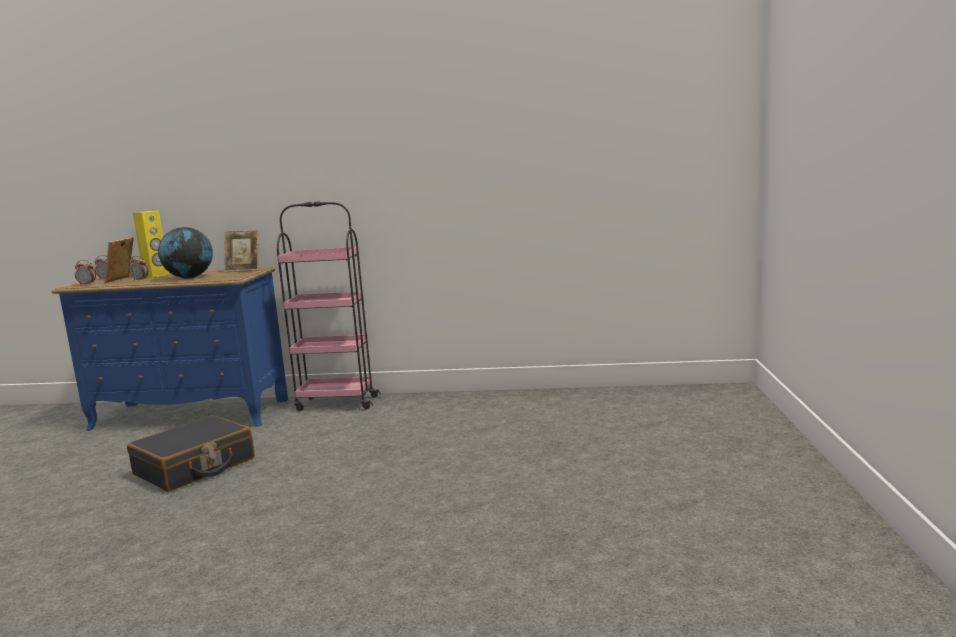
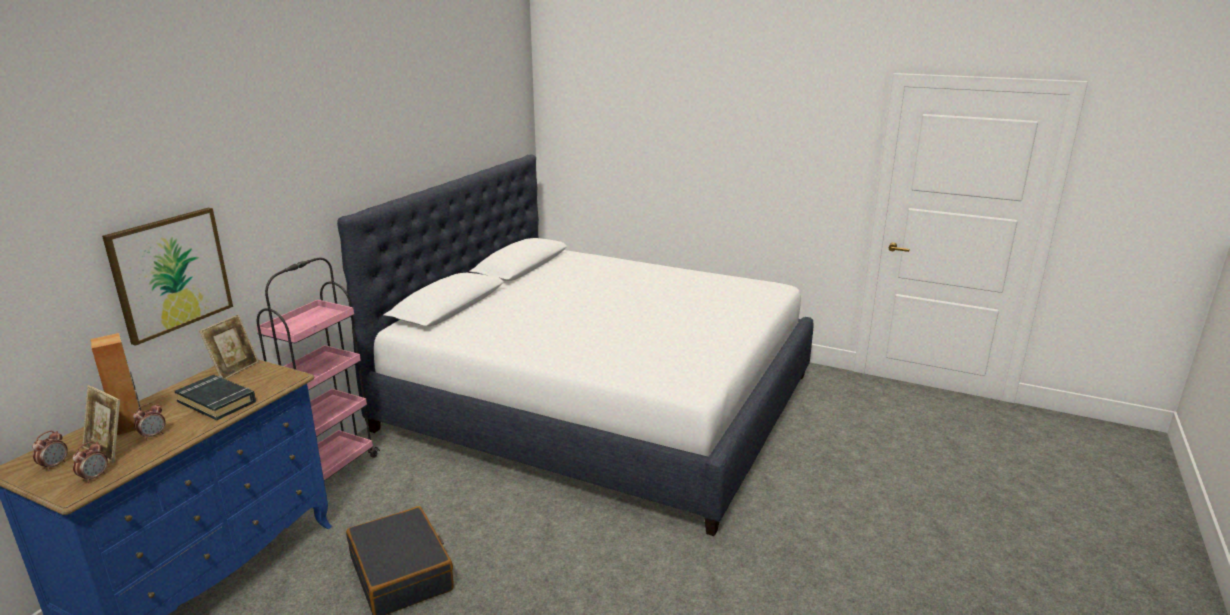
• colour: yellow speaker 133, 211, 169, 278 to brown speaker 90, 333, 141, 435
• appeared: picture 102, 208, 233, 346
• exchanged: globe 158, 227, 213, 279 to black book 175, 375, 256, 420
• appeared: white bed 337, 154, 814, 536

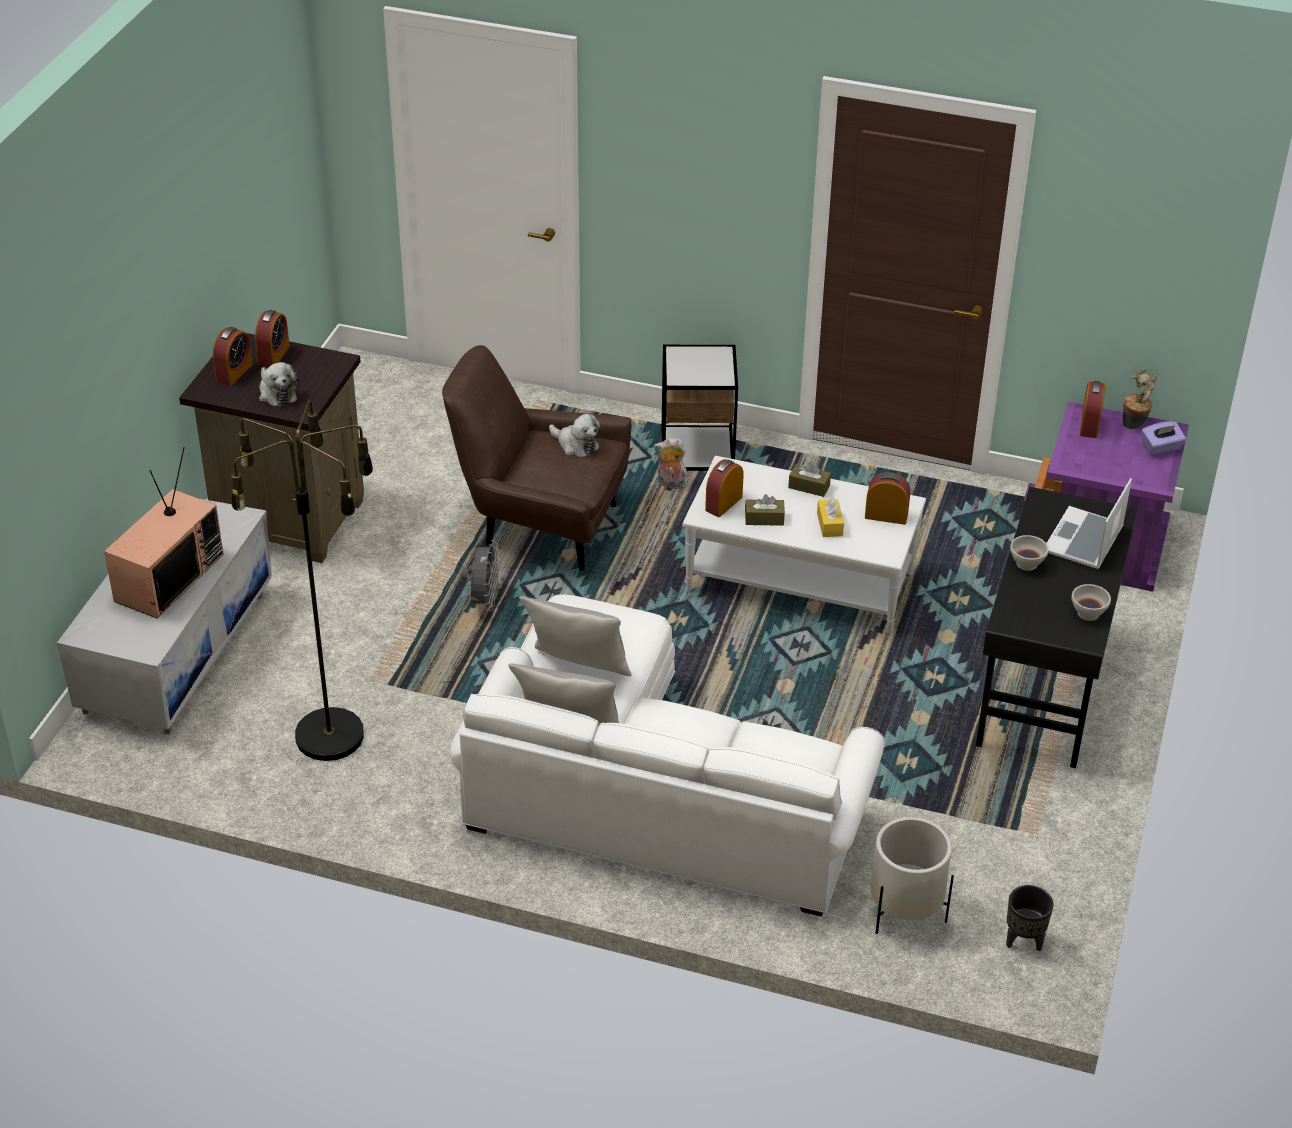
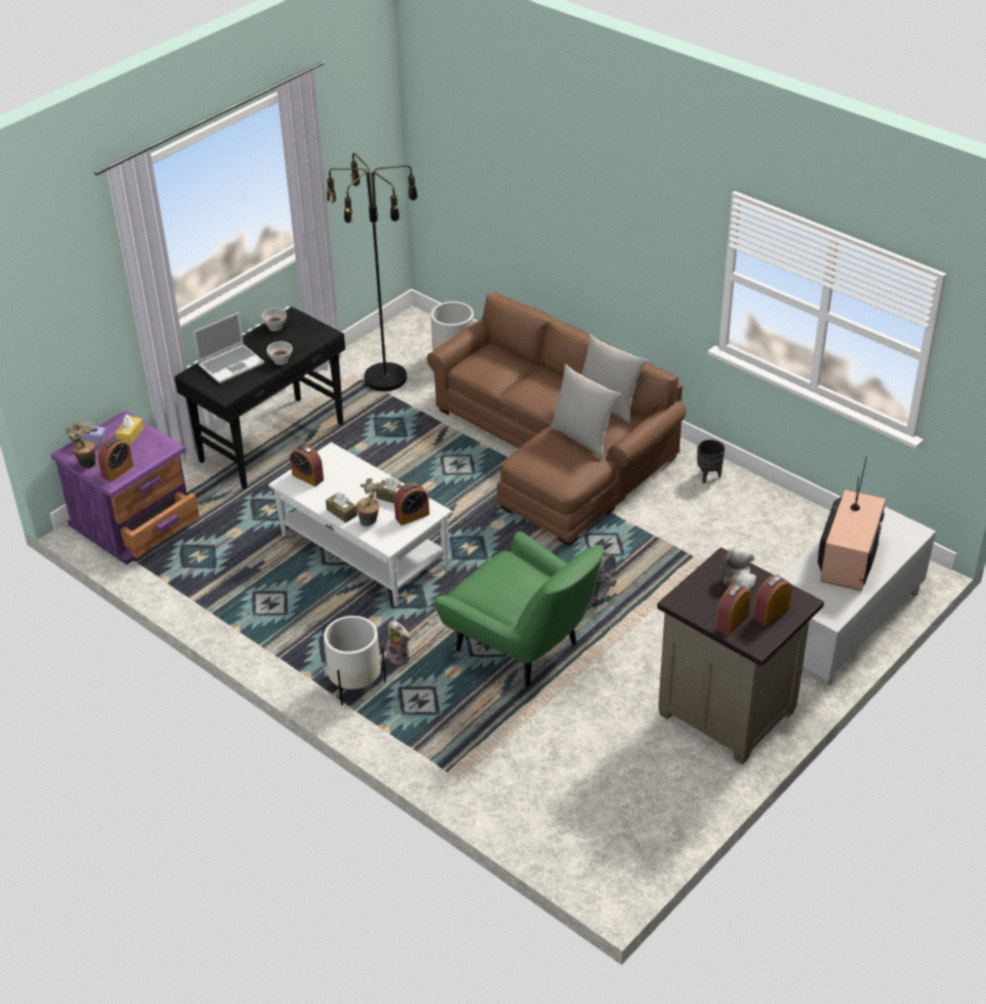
• relocated: yellow tissue box 817, 497, 844, 537 to 115, 415, 144, 445
• exchanged: side table 662, 345, 738, 471 to white planter 324, 616, 386, 706
• relocated: floor lamp 231, 400, 373, 761 to 327, 153, 417, 391
• appeared: potted plant 356, 478, 379, 526
• colour: white sofa 450, 594, 885, 916 to brown sofa 427, 292, 686, 546
• colour: brown armchair 442, 345, 631, 571 to green armchair 434, 531, 604, 687
• relocated: black planter 1006, 885, 1053, 952 to 697, 440, 725, 484
• spun: television 104, 447, 223, 618 = 818, 457, 886, 591 150 degrees clockwise
• missing: plush toy 549, 414, 600, 457

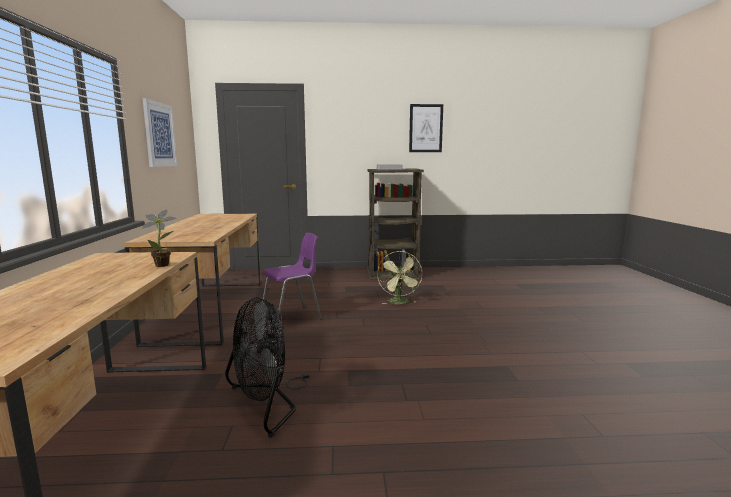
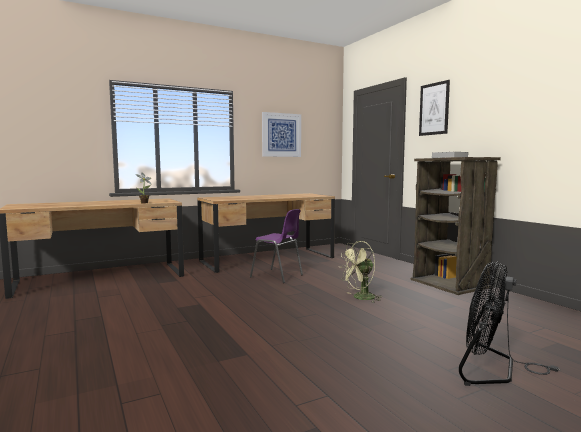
• relocated: picture 409, 104, 443, 152 to 419, 80, 450, 136
• relocated: black fan 225, 297, 311, 438 to 459, 261, 561, 386

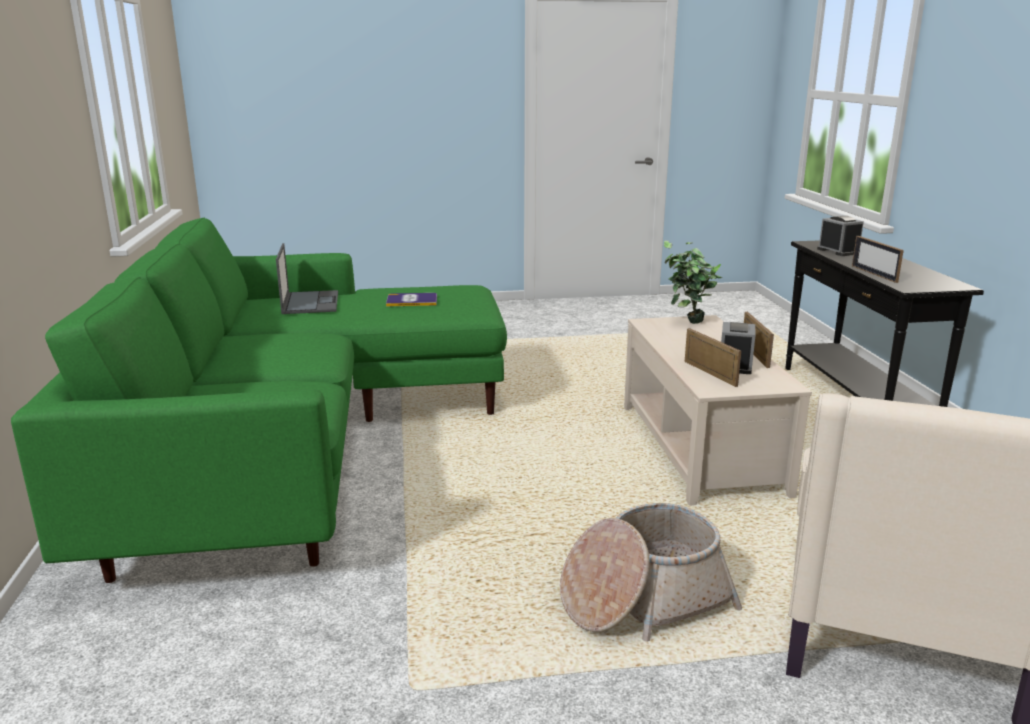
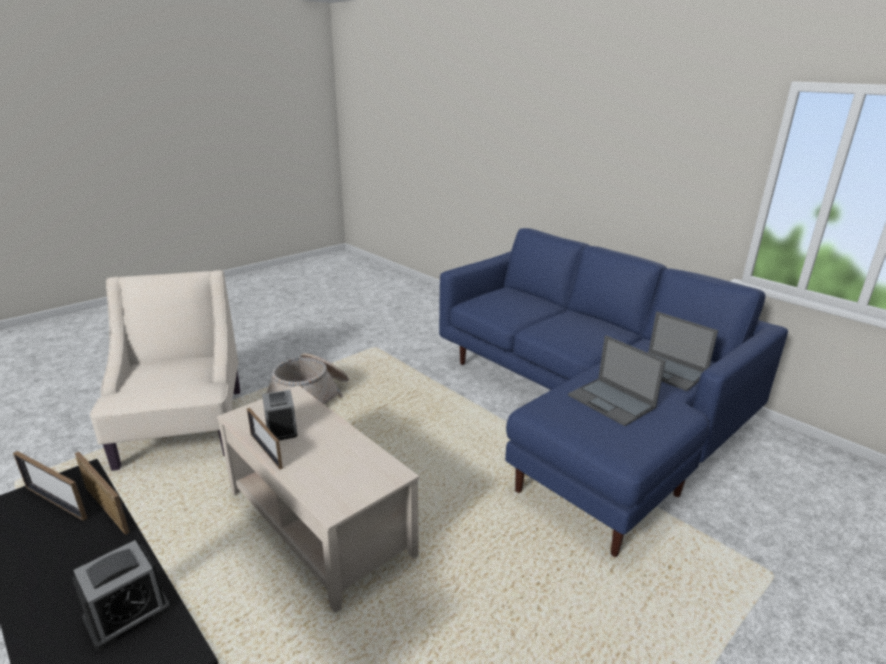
• relocated: picture frame 685, 328, 742, 387 to 13, 451, 87, 521
• spun: alarm clock 817, 216, 864, 256 = 72, 540, 171, 650 75 degrees counterclockwise
• colour: green sofa 11, 218, 507, 583 to blue sofa 439, 228, 788, 557
• exchanged: book 386, 293, 437, 306 to laptop 568, 335, 666, 426
• missing: potted plant 664, 241, 722, 324

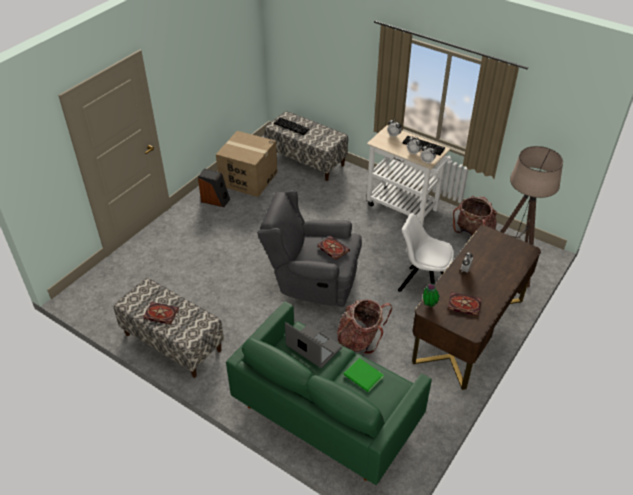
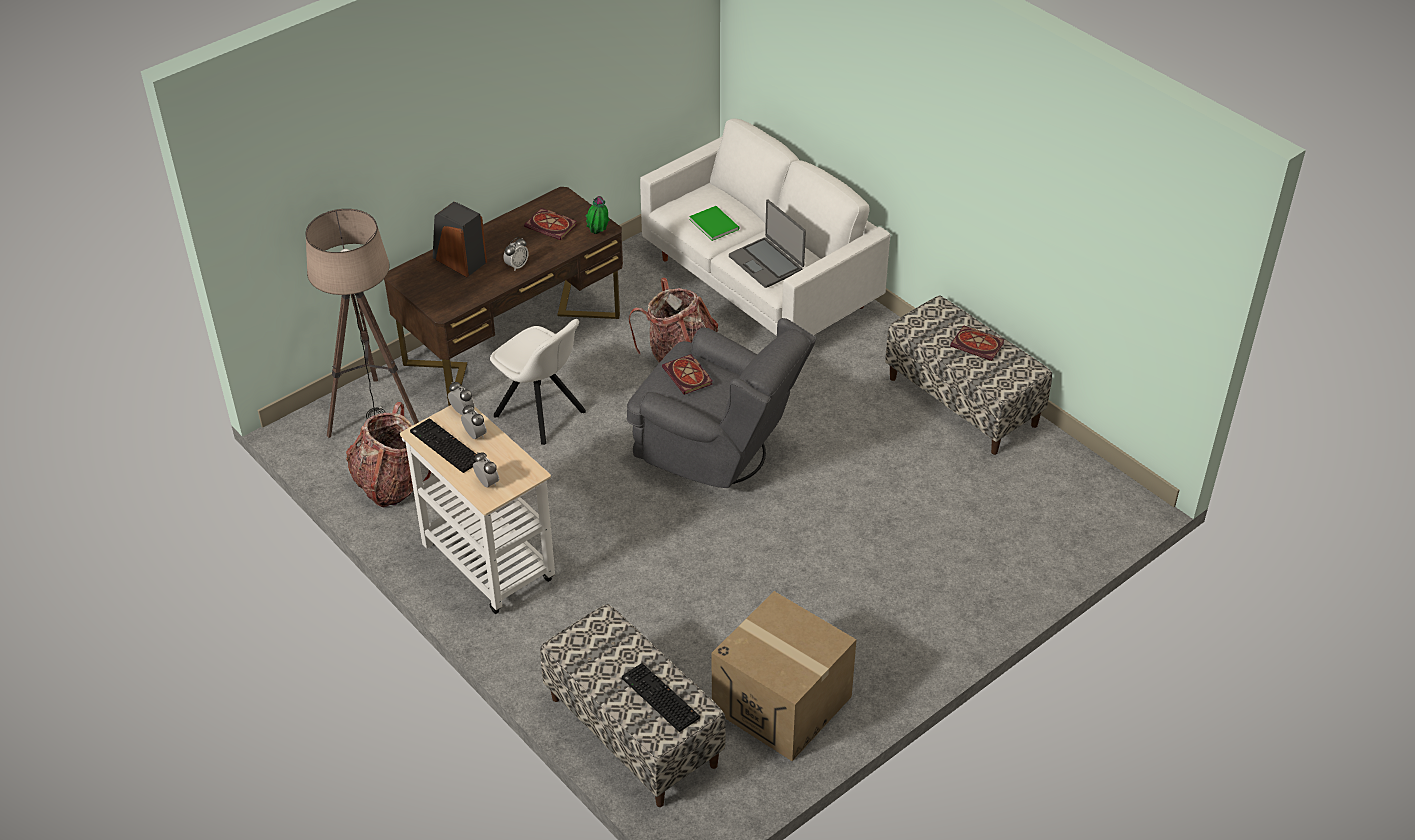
• relocated: speaker 198, 168, 230, 207 to 433, 202, 487, 277
• colour: green sofa 226, 301, 432, 485 to white sofa 640, 119, 890, 336

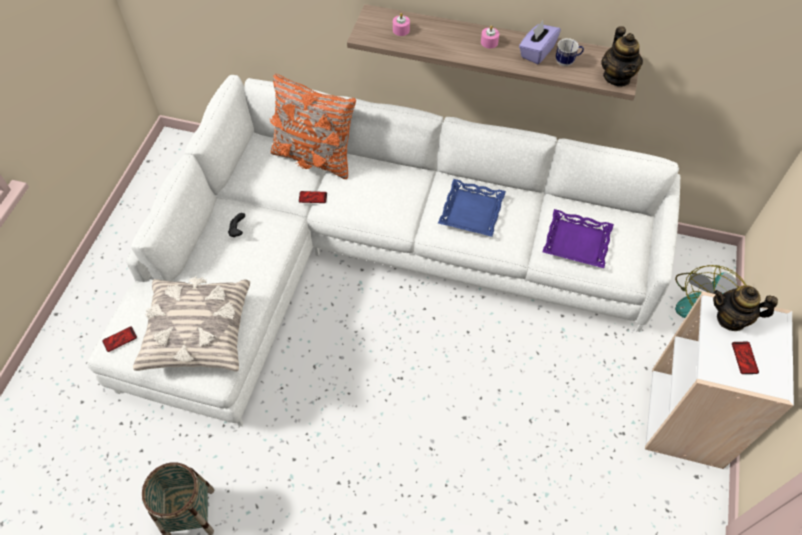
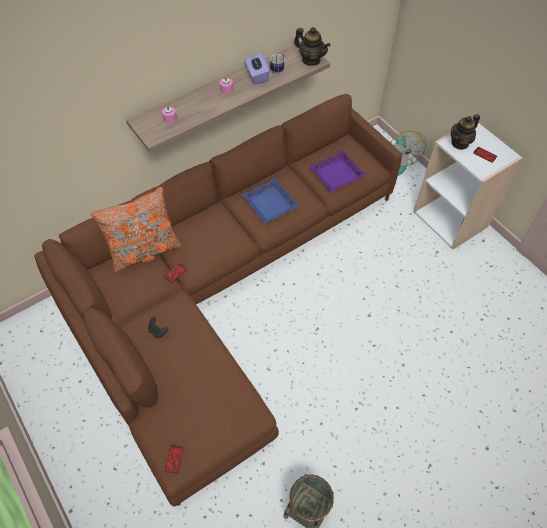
• colour: white sofa 88, 75, 680, 427 to brown sofa 34, 94, 402, 507
• missing: beige pillow 133, 276, 250, 372

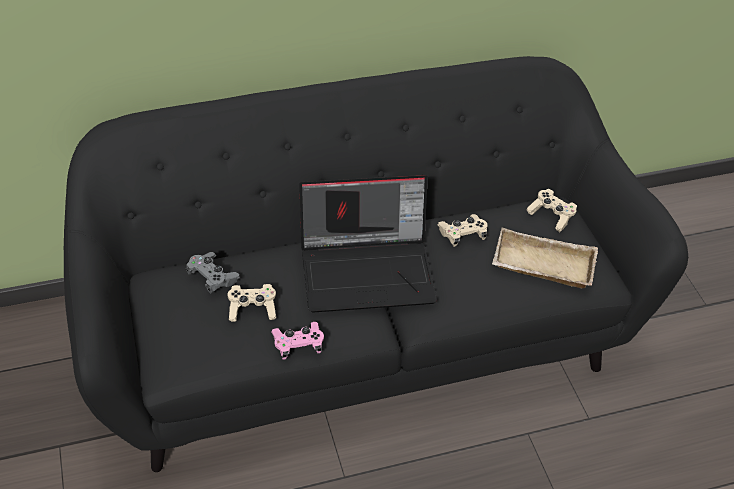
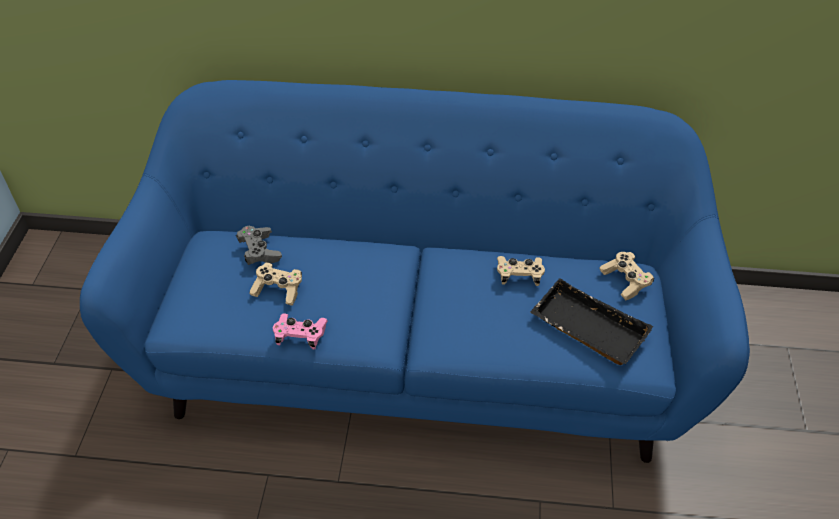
• colour: black sofa 64, 56, 688, 472 to blue sofa 80, 80, 750, 463
• colour: beige tray 492, 227, 598, 288 to black tray 530, 278, 653, 365
• missing: laptop 299, 175, 437, 313

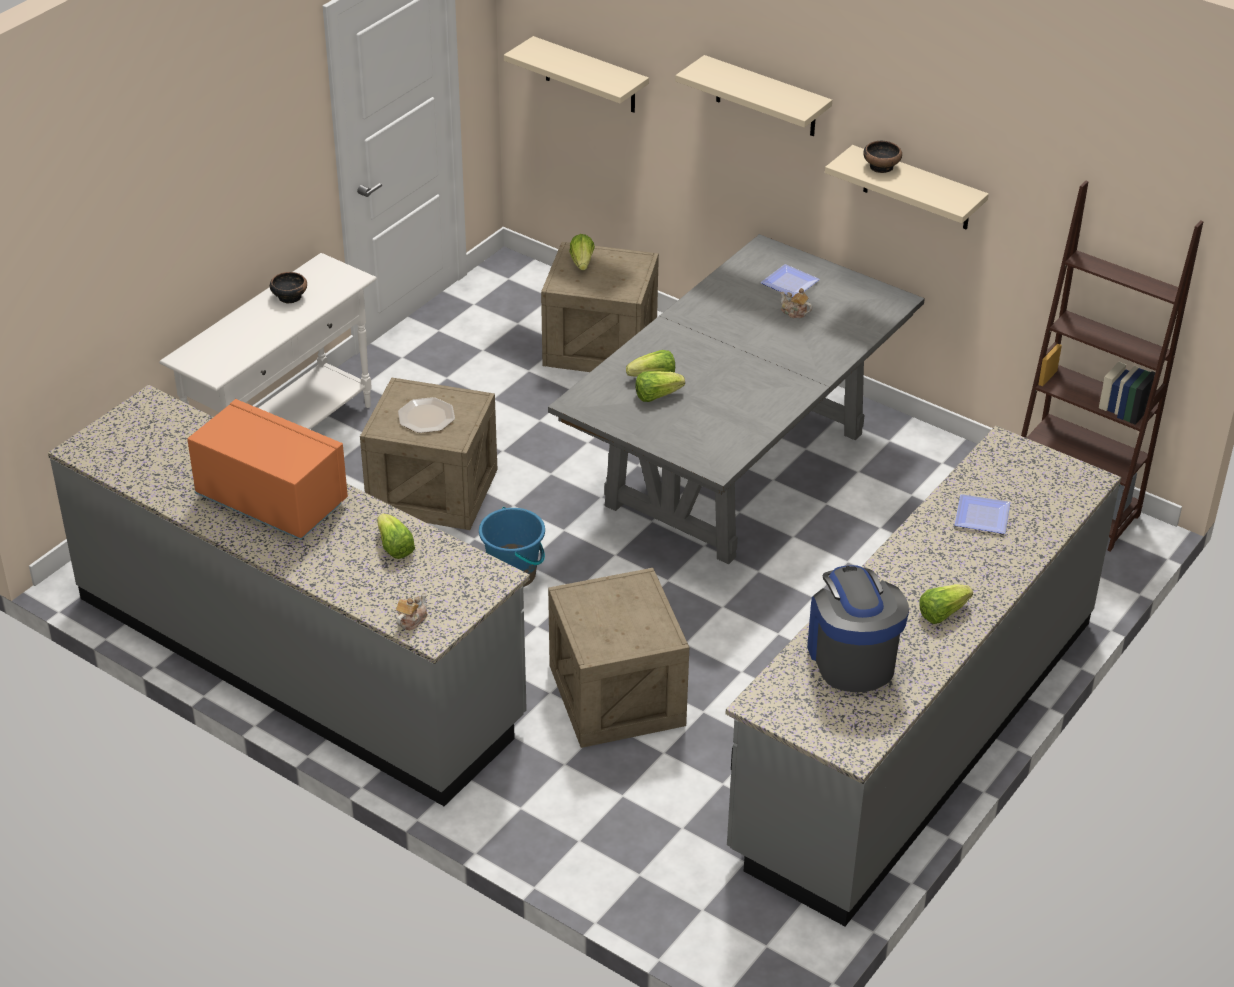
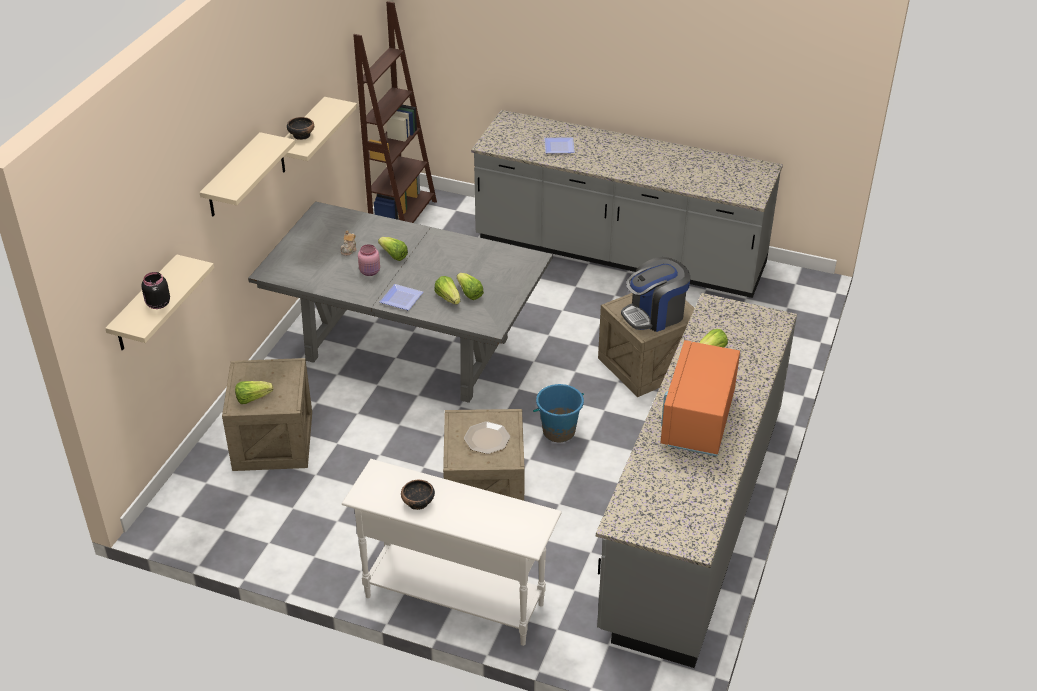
• appeared: black jar 141, 272, 170, 309
• appeared: pink jar 358, 244, 380, 276
• relocated: lettuce 919, 584, 973, 624 to 378, 237, 408, 261
• relocated: plate 761, 264, 820, 297 to 380, 284, 423, 310
• relocated: coffee machine 807, 565, 909, 692 to 621, 257, 690, 332
• missing: teapot 396, 593, 427, 630

